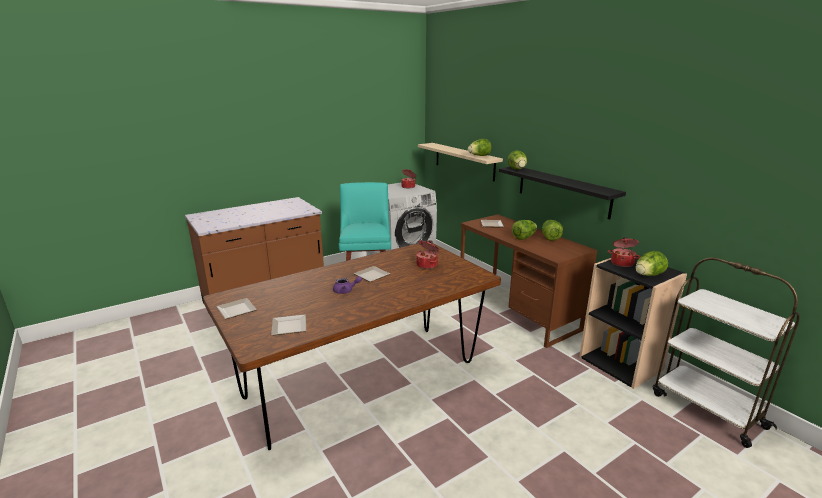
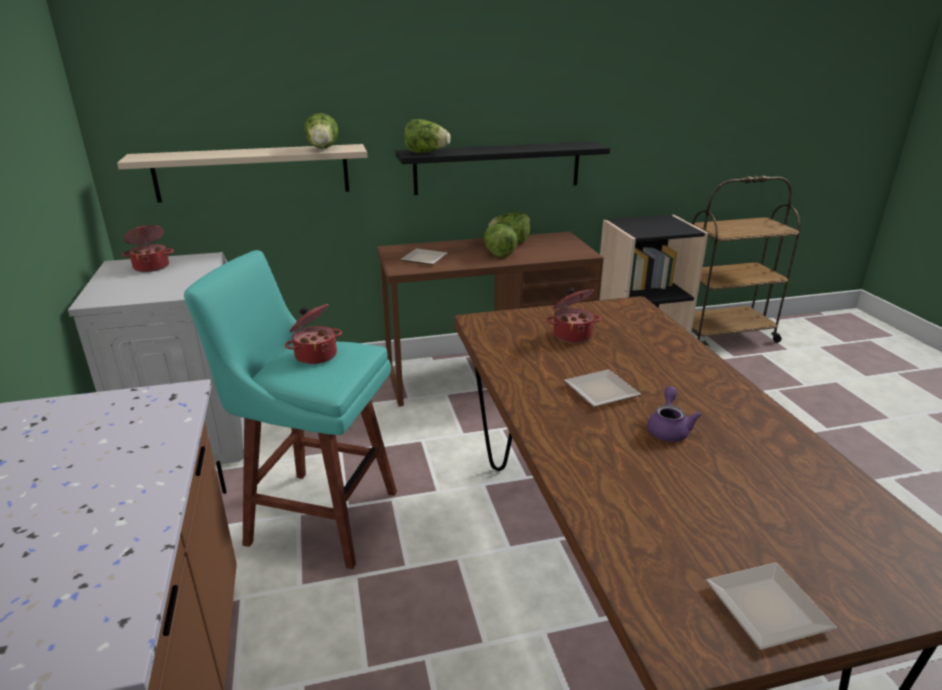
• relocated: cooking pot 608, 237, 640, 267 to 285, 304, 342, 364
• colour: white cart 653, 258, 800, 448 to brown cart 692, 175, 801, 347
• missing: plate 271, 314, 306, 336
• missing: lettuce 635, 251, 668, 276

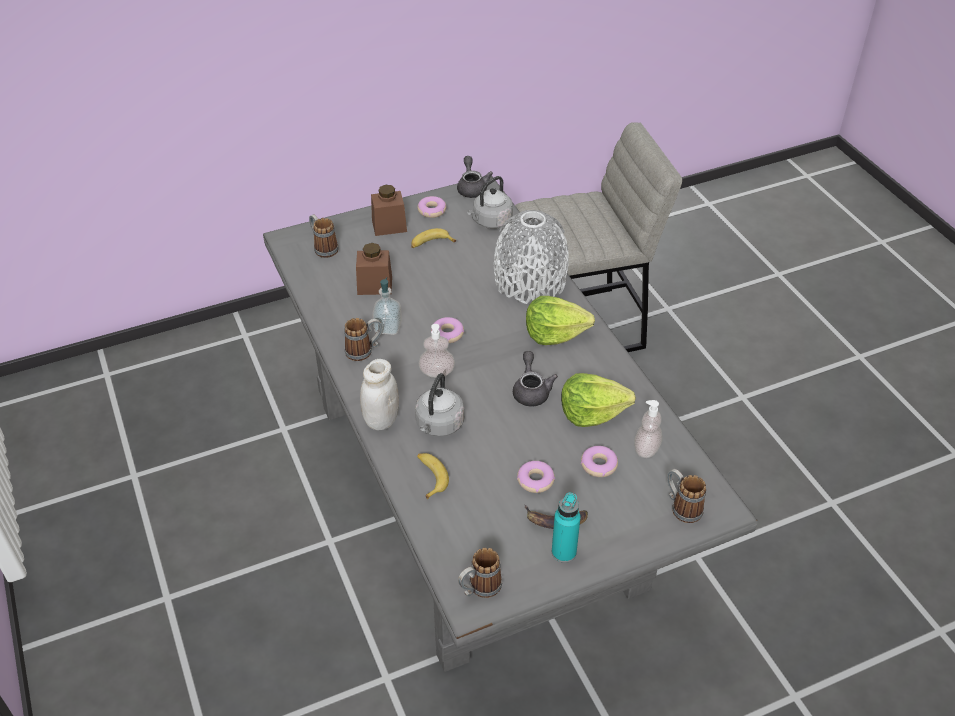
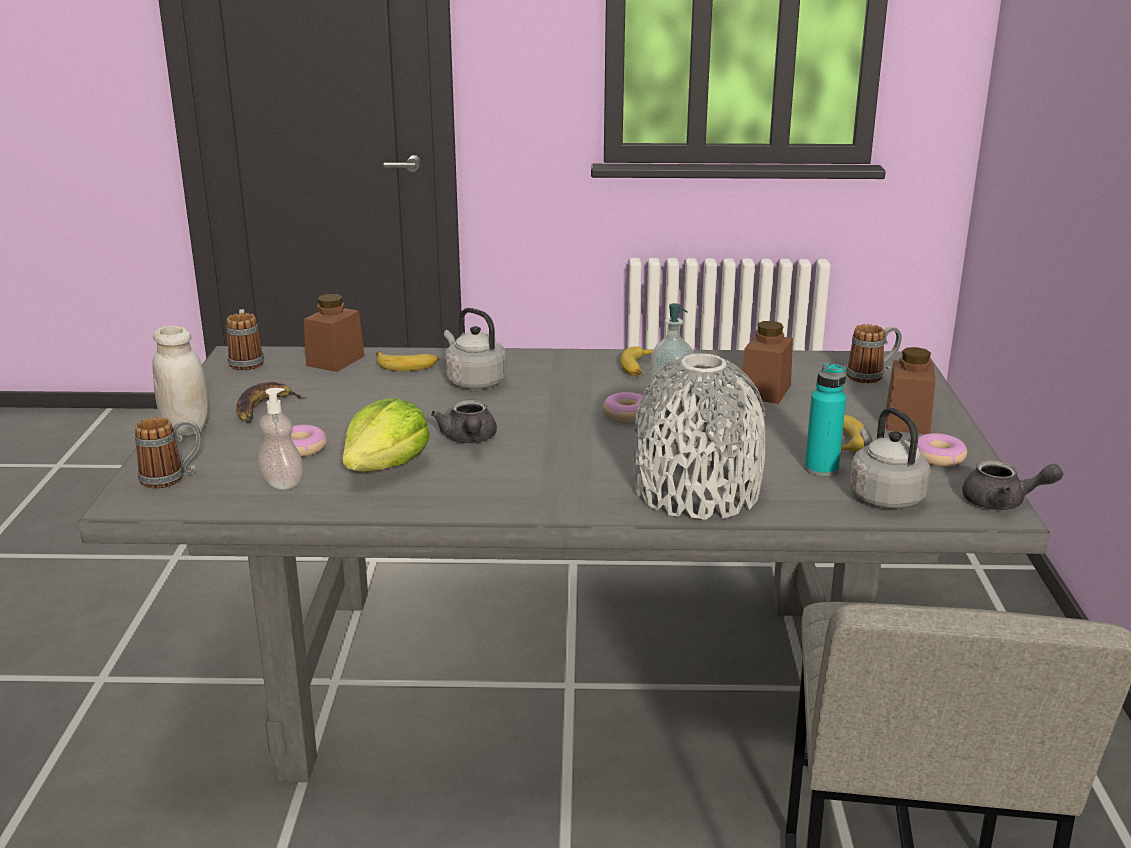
• relocated: white jar 360, 359, 399, 430 to 152, 325, 208, 435
• appeared: brown jar 304, 294, 365, 372
• spun: grey teapot 513, 351, 558, 407 = 431, 400, 497, 443 60 degrees clockwise
• exchanged: mug 344, 318, 382, 361 to banana 620, 346, 653, 376
• relocated: turquoise bottle 552, 493, 581, 563 to 805, 362, 846, 476
• missing: soap dispenser 418, 324, 455, 378
• missing: donut 517, 461, 555, 493
• missing: lettuce 526, 296, 595, 345

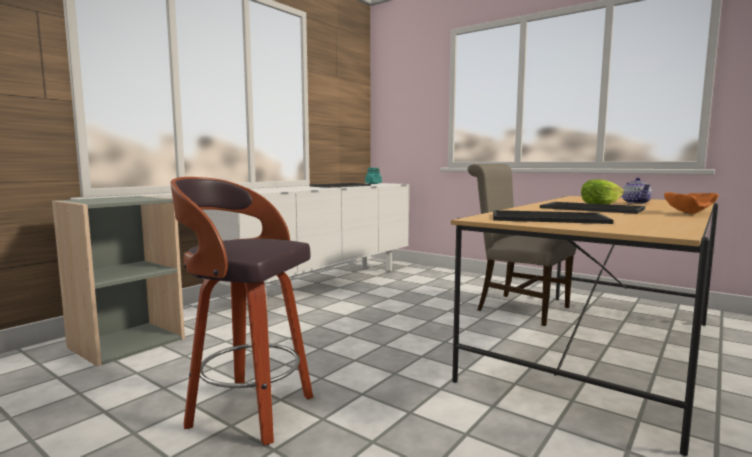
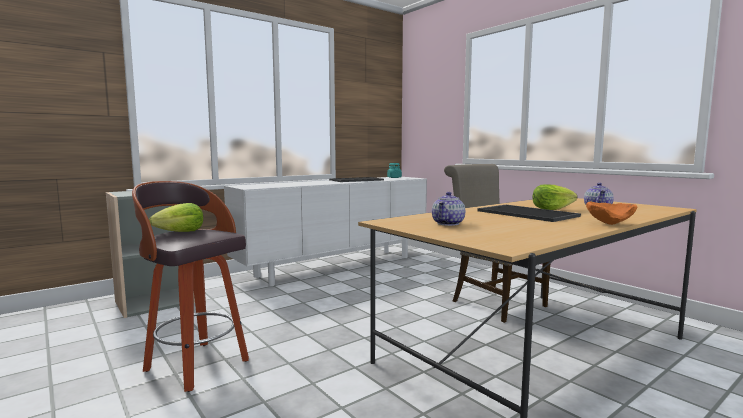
• appeared: lettuce 149, 203, 203, 232
• exchanged: tray 493, 210, 613, 224 to teapot 432, 192, 465, 226

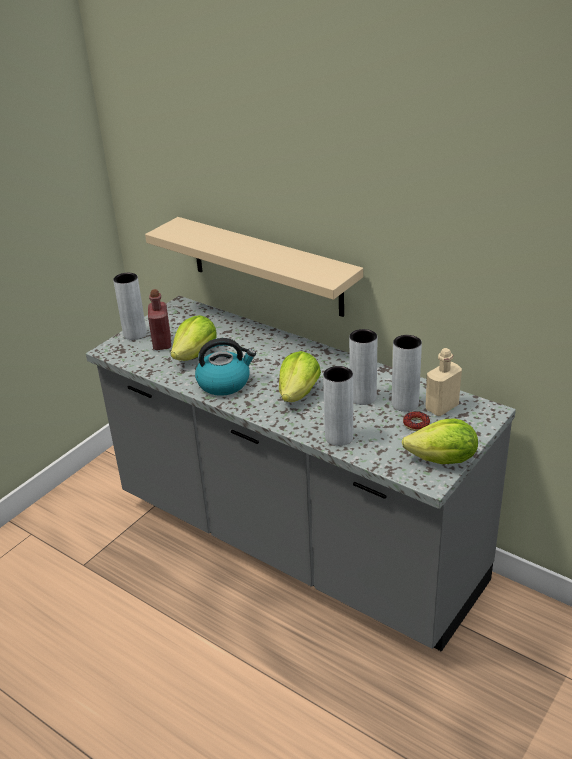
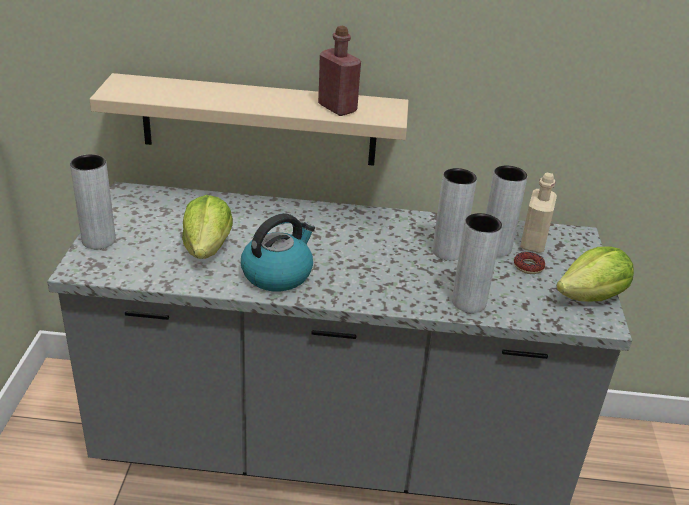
• relocated: red bottle 148, 289, 171, 350 to 318, 26, 361, 116
• missing: lettuce 279, 351, 321, 402

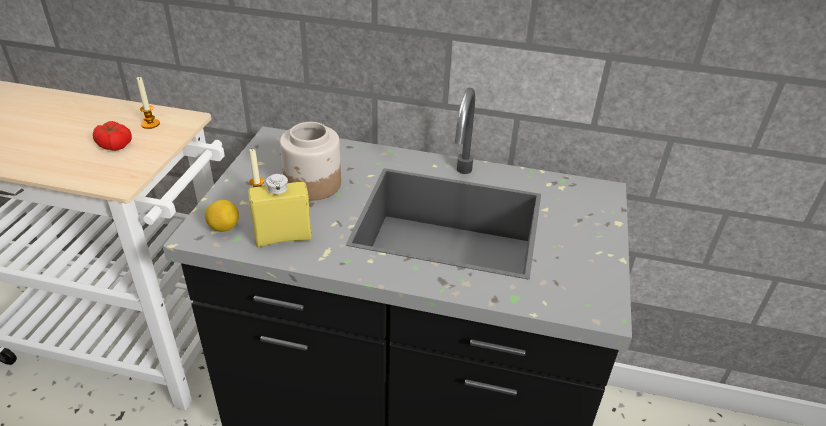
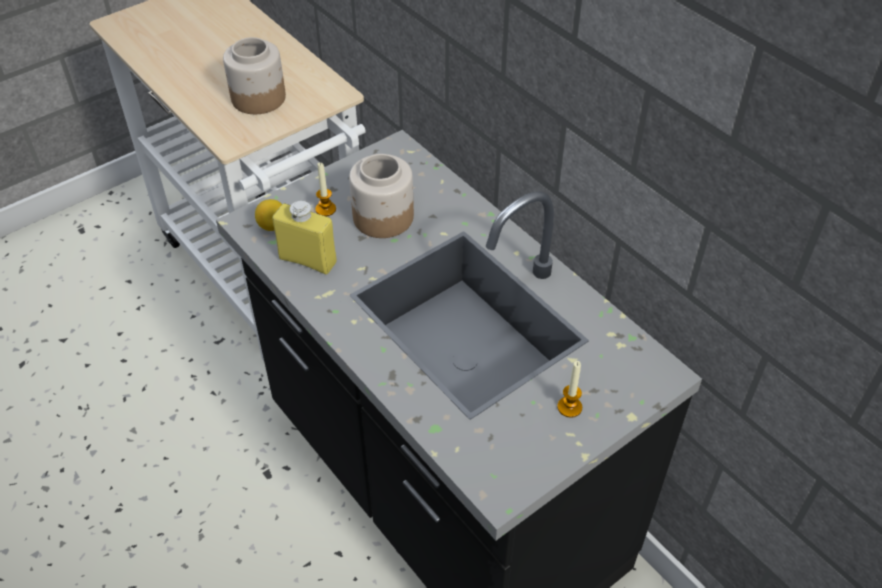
• exchanged: tomato 93, 121, 132, 151 to jar 223, 37, 286, 114
• relocated: candle 137, 77, 160, 129 to 557, 361, 582, 418

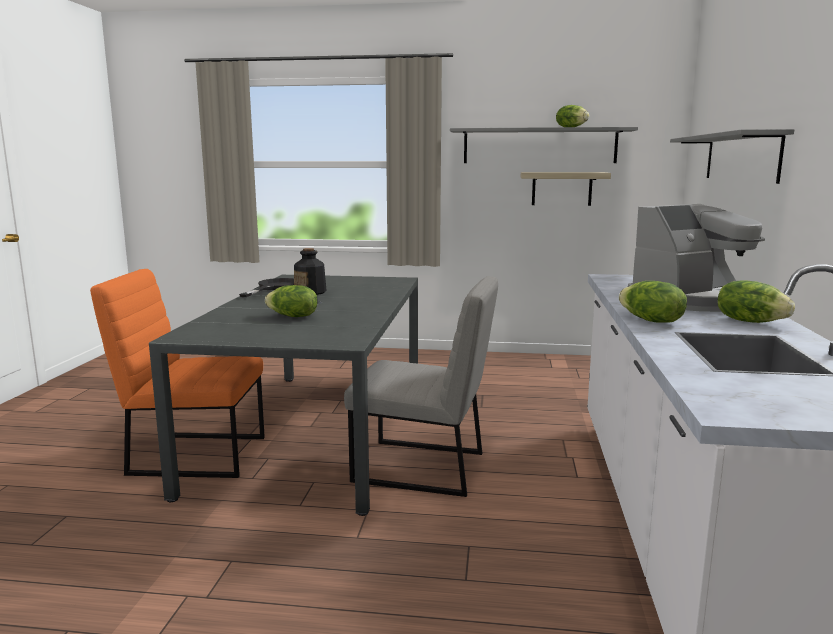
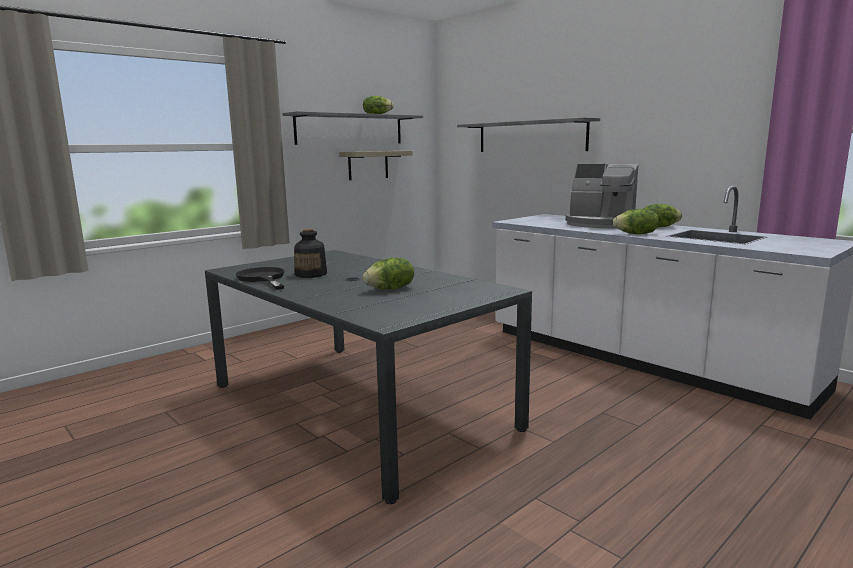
• spun: coffee machine 628, 204, 765, 312 = 565, 164, 639, 228 105 degrees clockwise
• missing: orange chair 90, 269, 265, 478
• missing: grey chair 344, 276, 498, 497

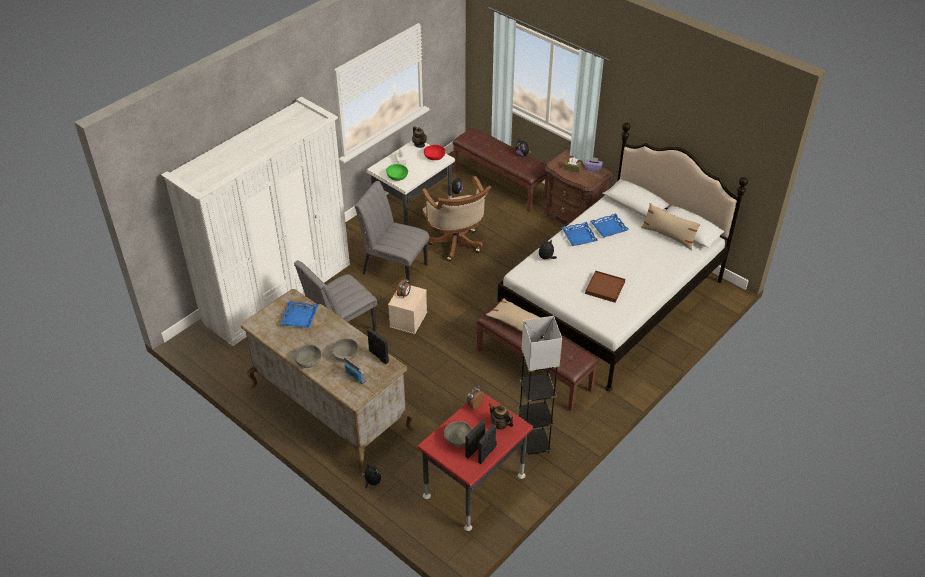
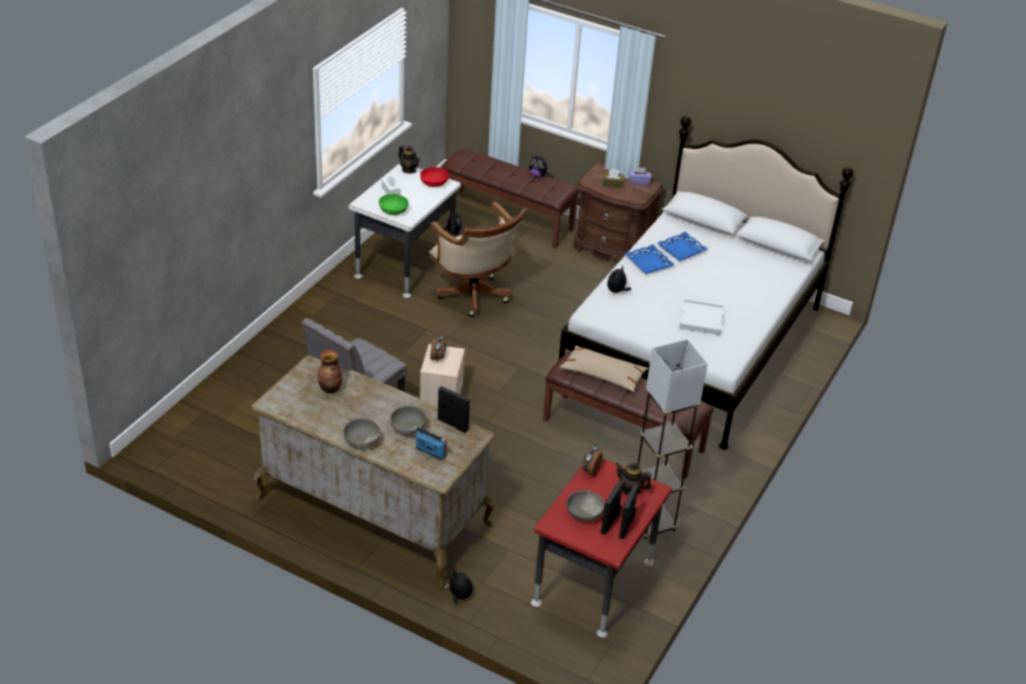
• exchanged: blue tray 280, 301, 319, 328 to vase 317, 350, 342, 393
• colour: brown tray 585, 271, 625, 303 to white tray 679, 300, 724, 335
• missing: white wardrobe 161, 97, 350, 346
• missing: grey chair 355, 181, 429, 284
• missing: beige pillow 641, 203, 701, 250

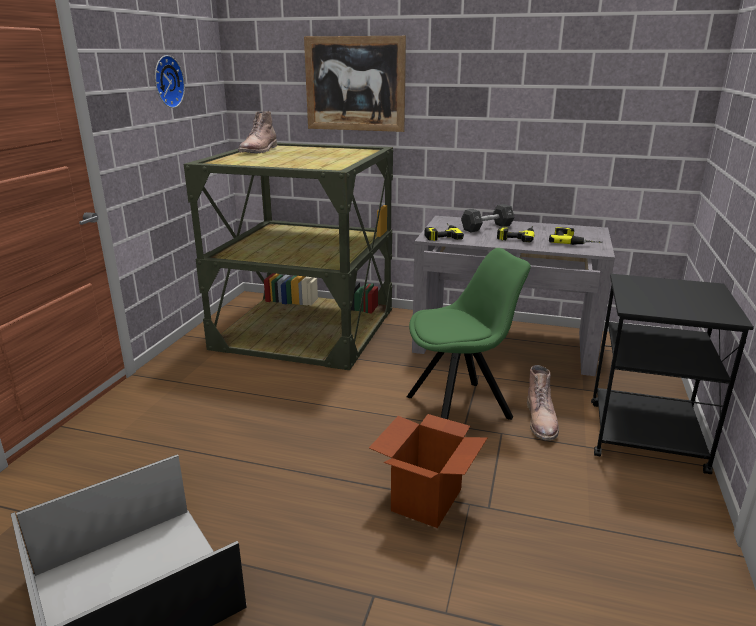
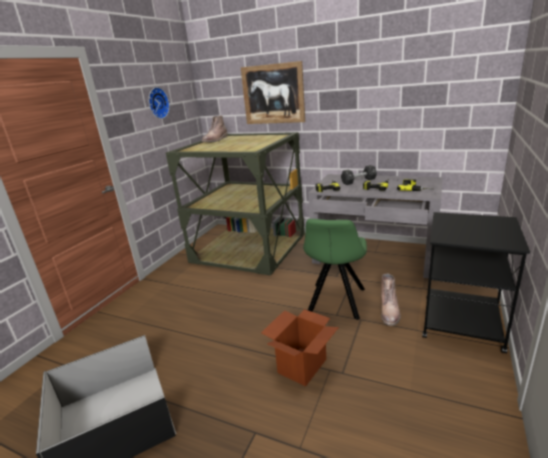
• spun: green chair 407, 248, 531, 420 = 303, 219, 367, 320 120 degrees clockwise

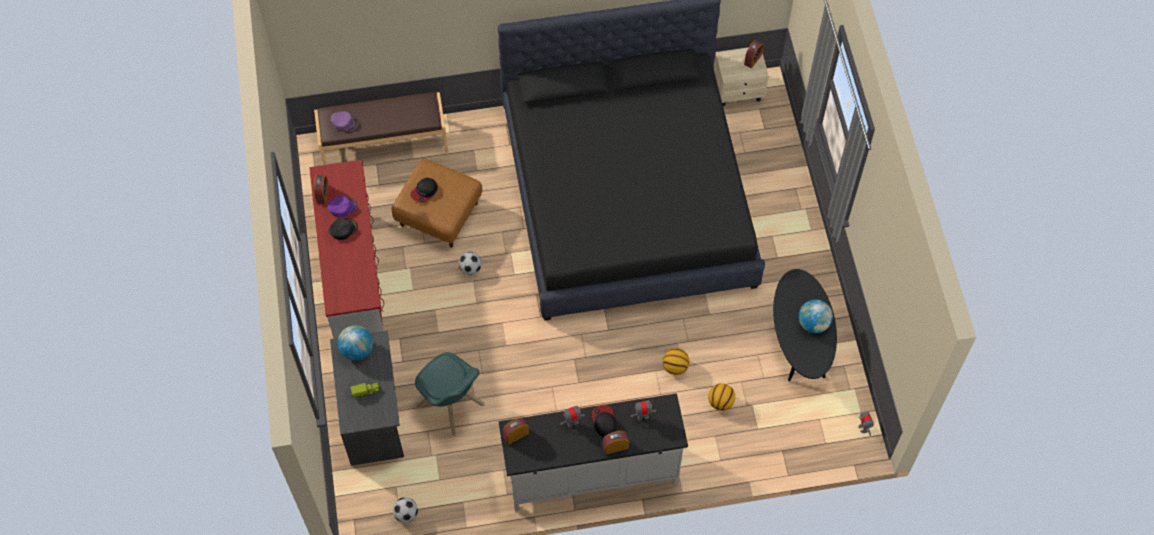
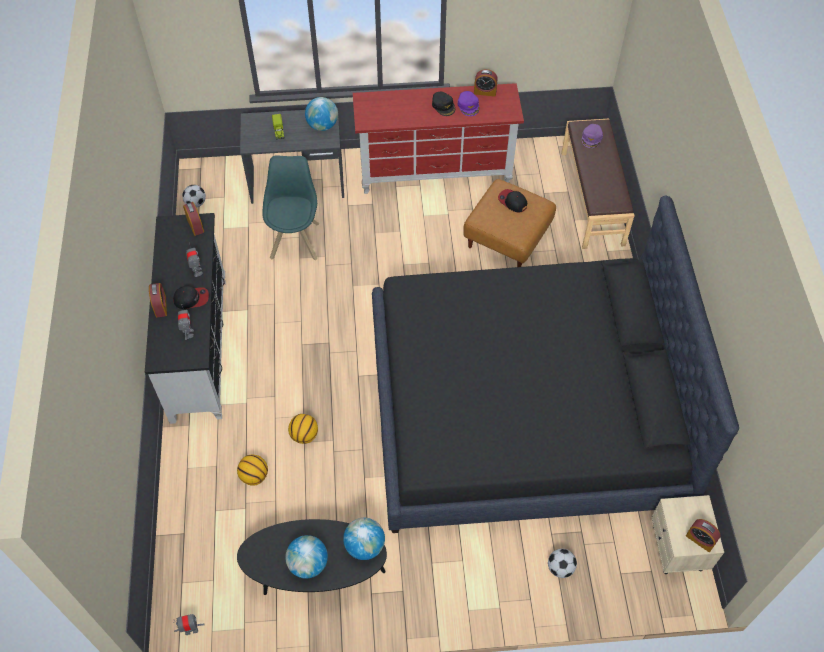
• spun: turquoise chair 415, 352, 485, 436 = 262, 155, 319, 260 135 degrees clockwise
• appeared: globe 343, 518, 385, 560
• relocated: football 458, 252, 482, 275 to 548, 549, 577, 578

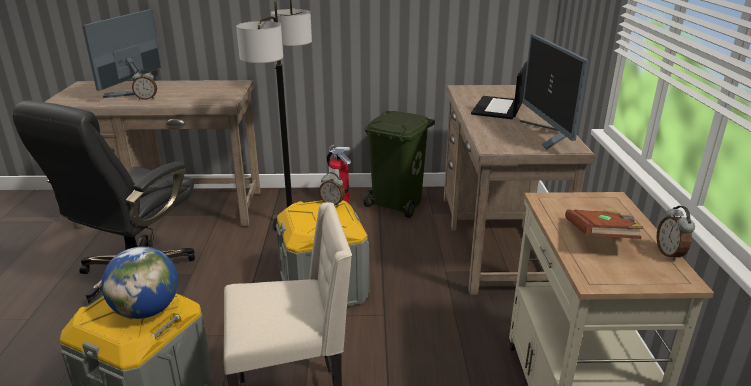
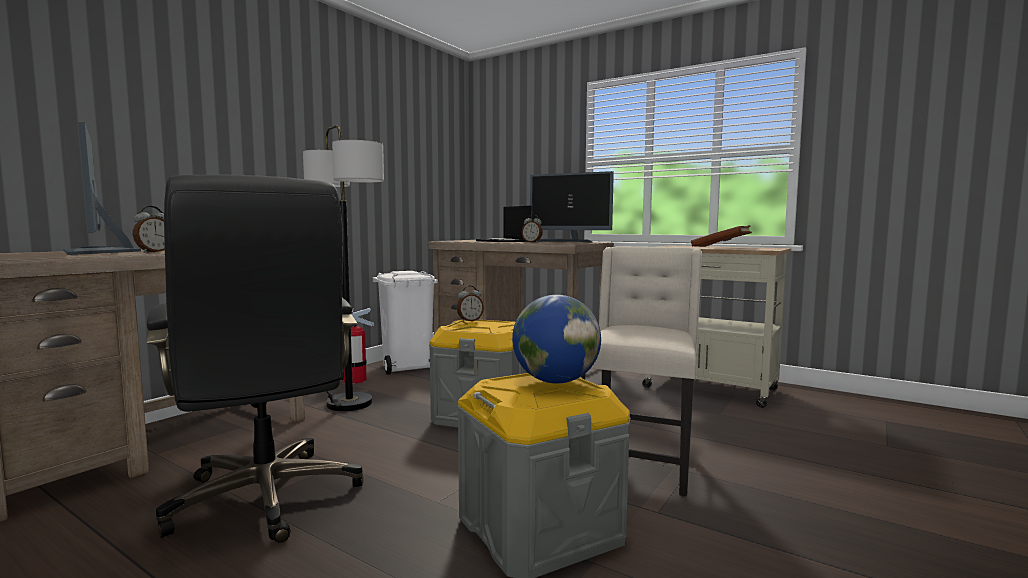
• colour: green trash can 364, 111, 435, 218 to white trash can 373, 271, 438, 375
• relocated: alarm clock 656, 206, 695, 261 to 522, 214, 543, 243

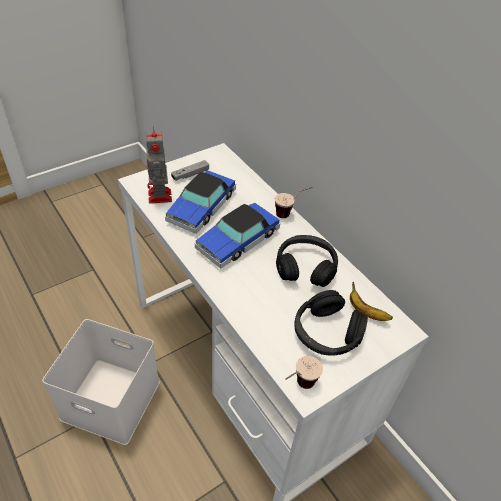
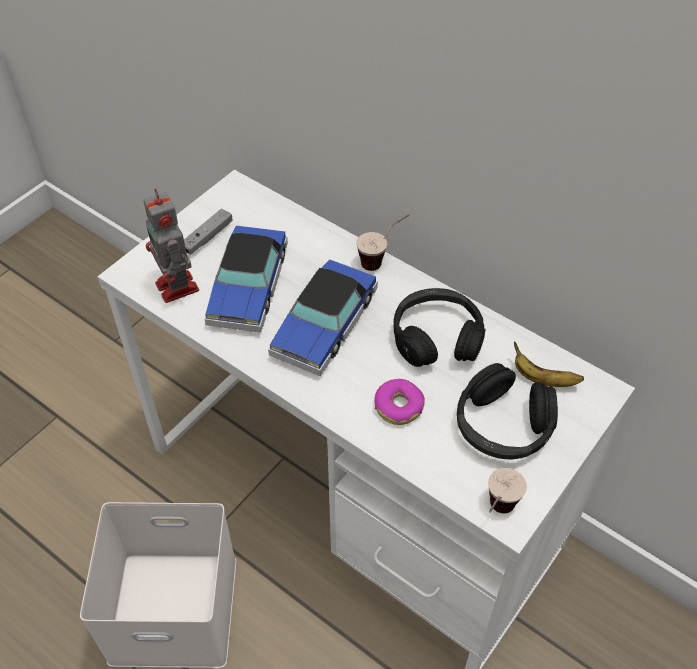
• appeared: donut 374, 379, 425, 425

